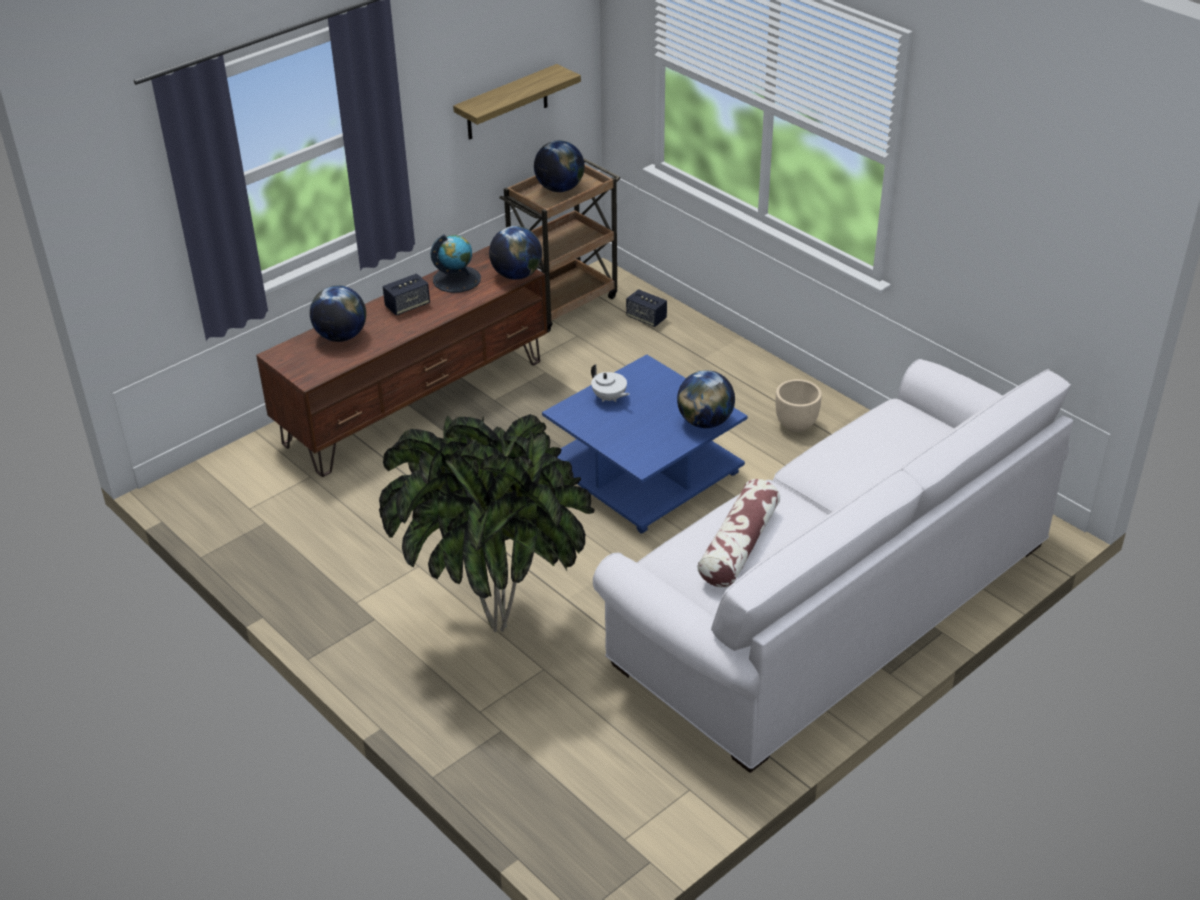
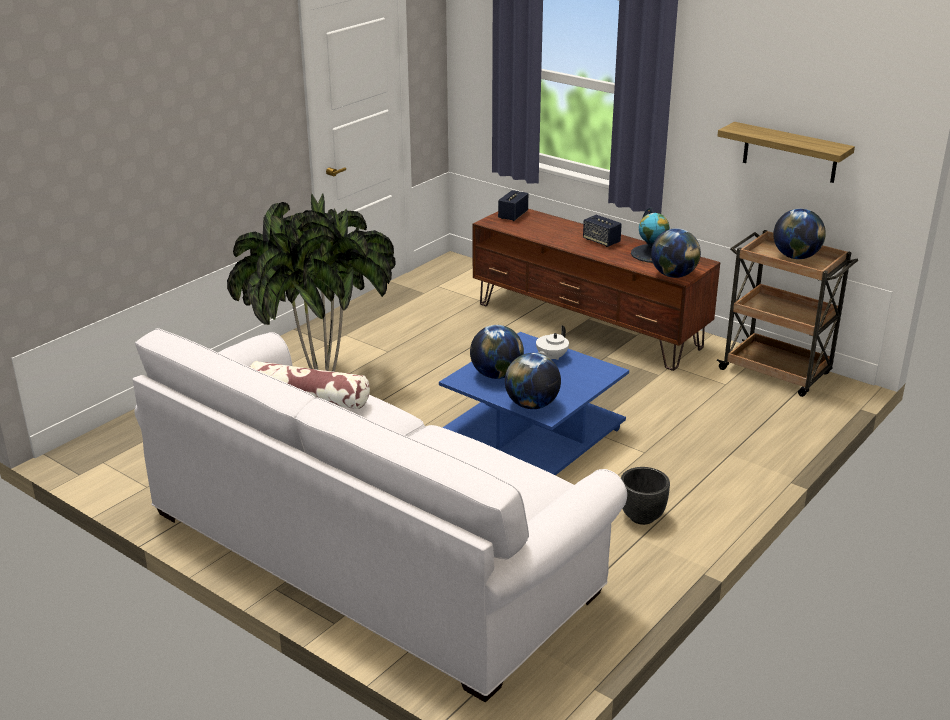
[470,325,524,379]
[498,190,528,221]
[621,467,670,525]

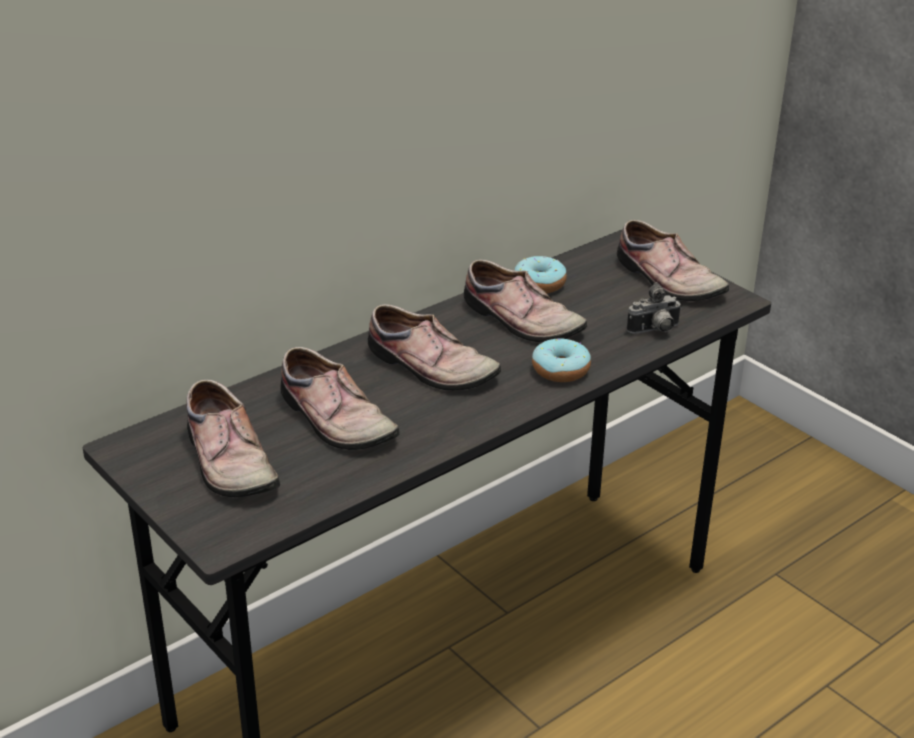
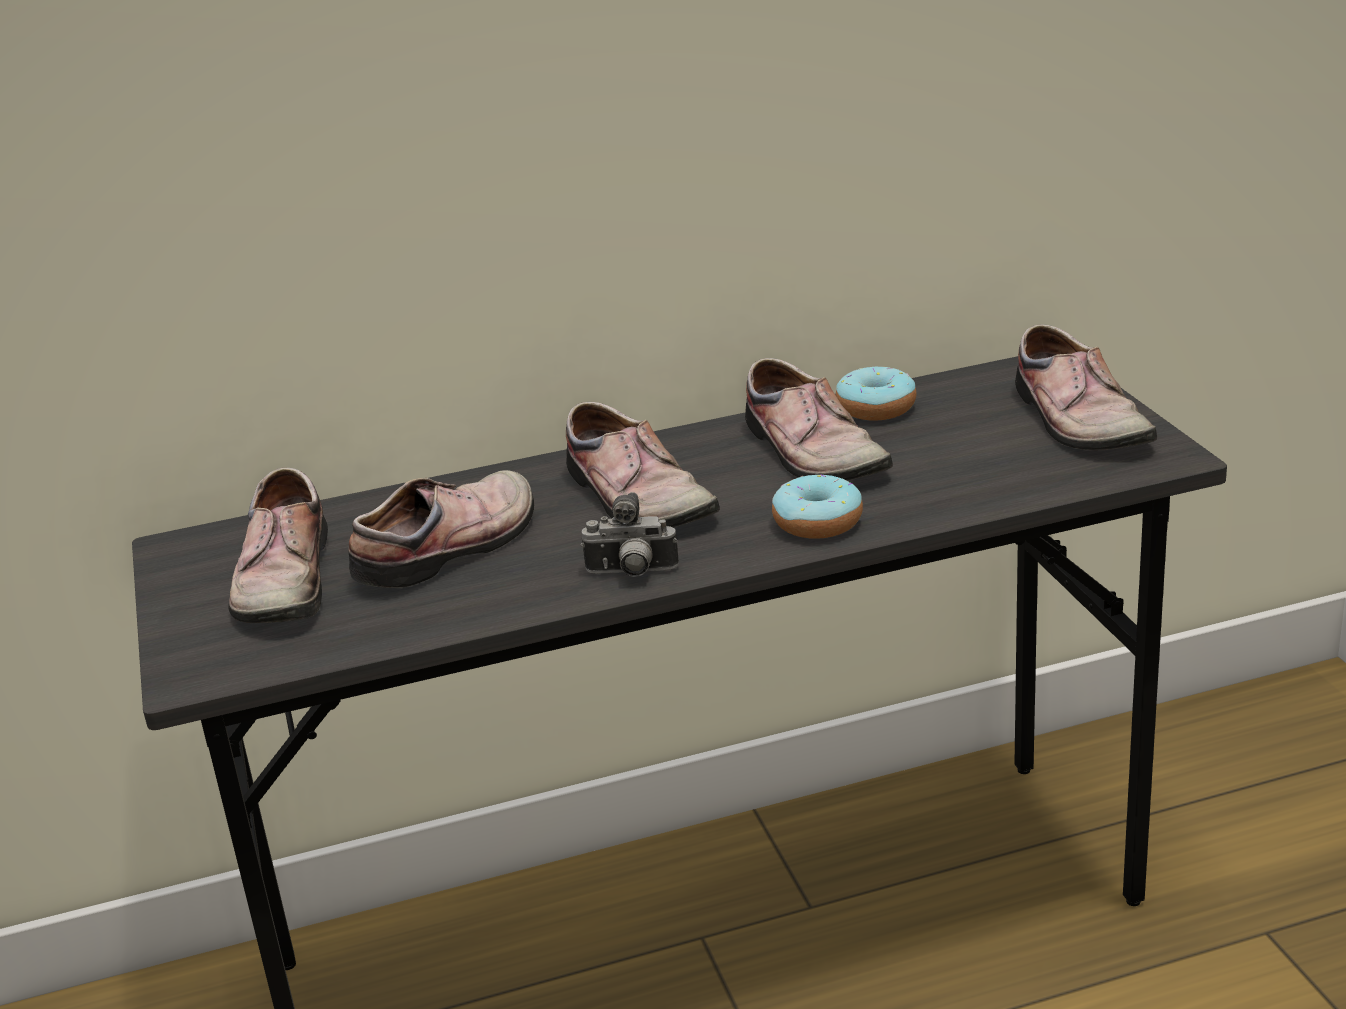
[581,492,679,577]
[348,470,534,588]

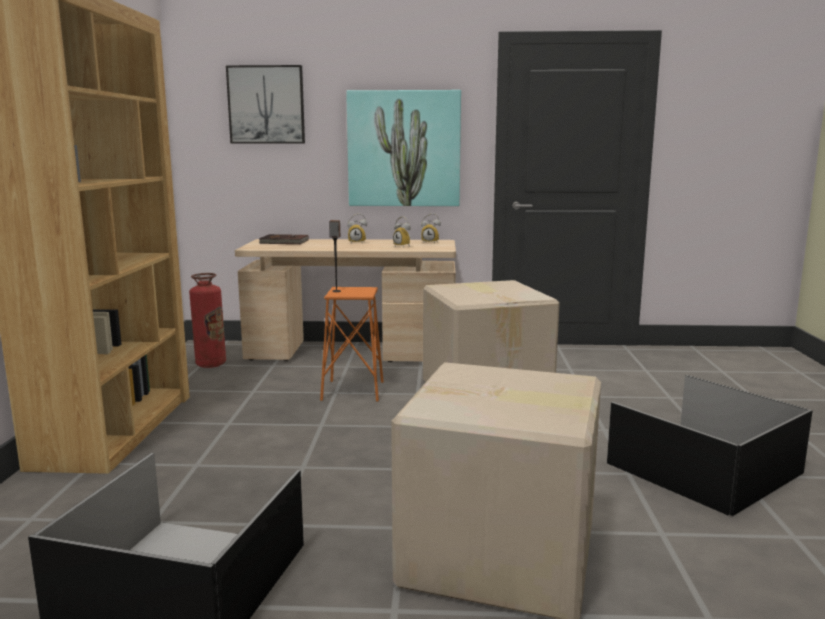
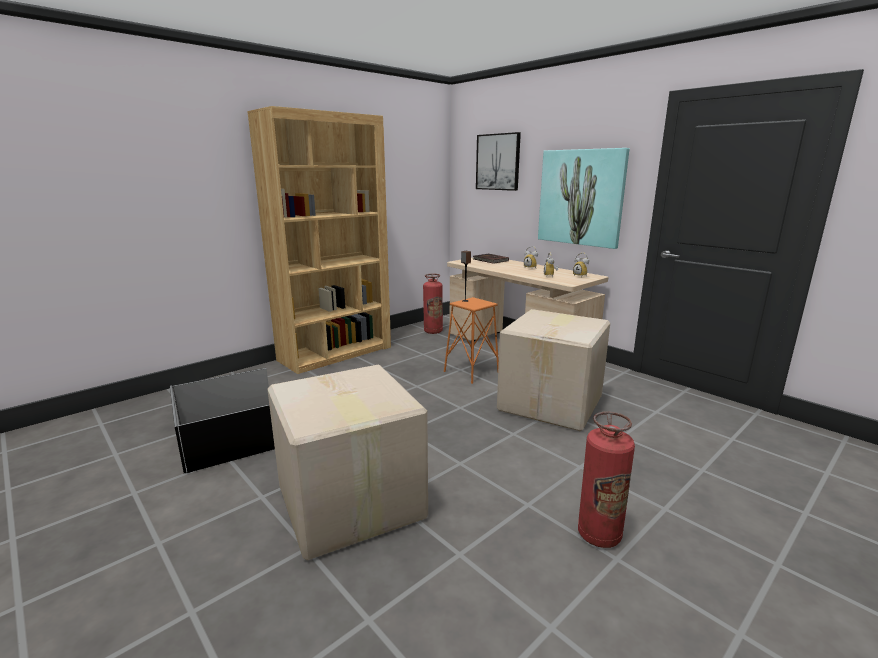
[578,411,635,548]

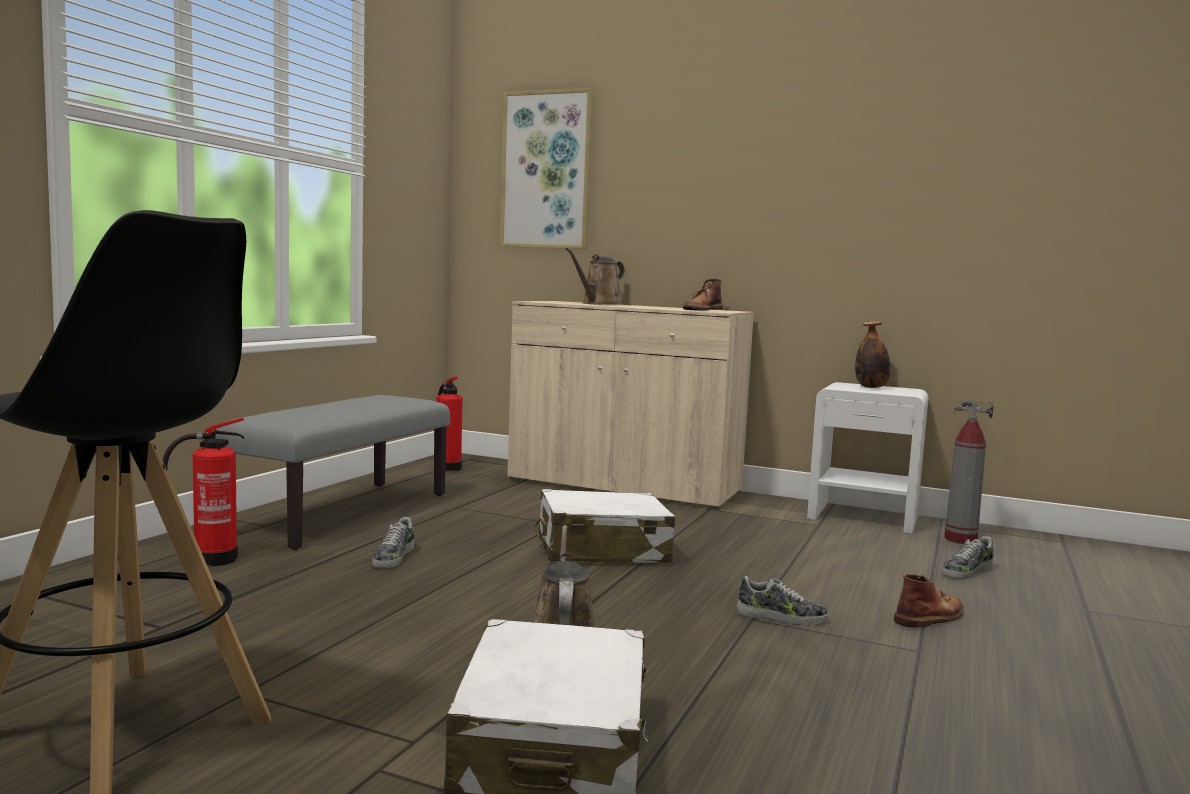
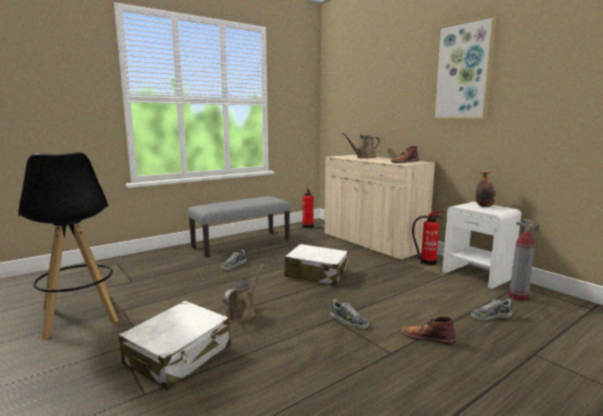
[412,211,444,266]
[432,14,496,119]
[401,316,456,345]

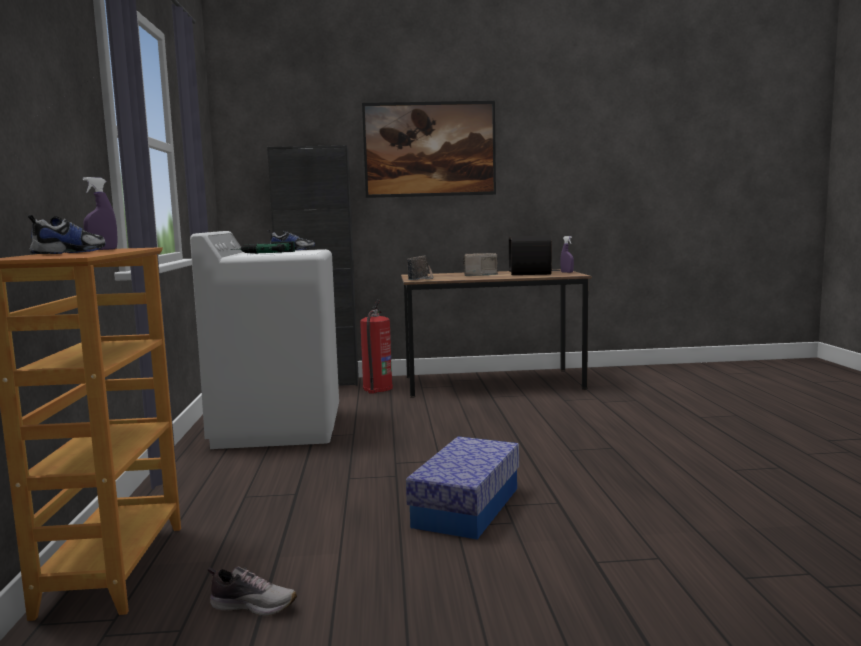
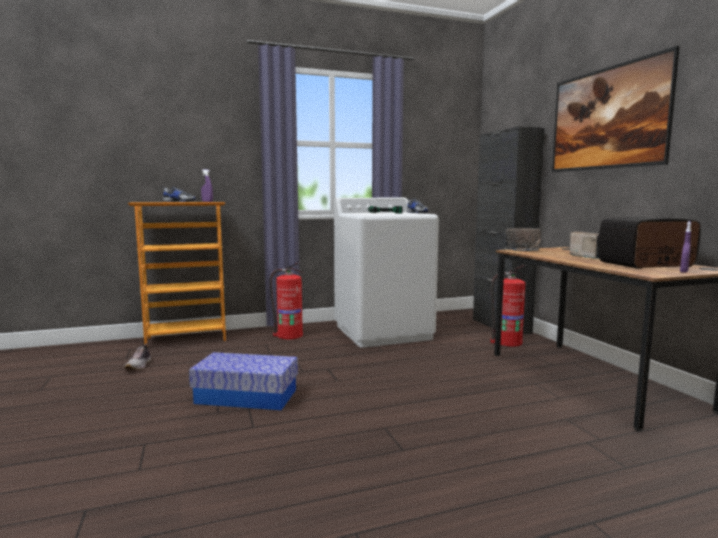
[270,262,305,339]

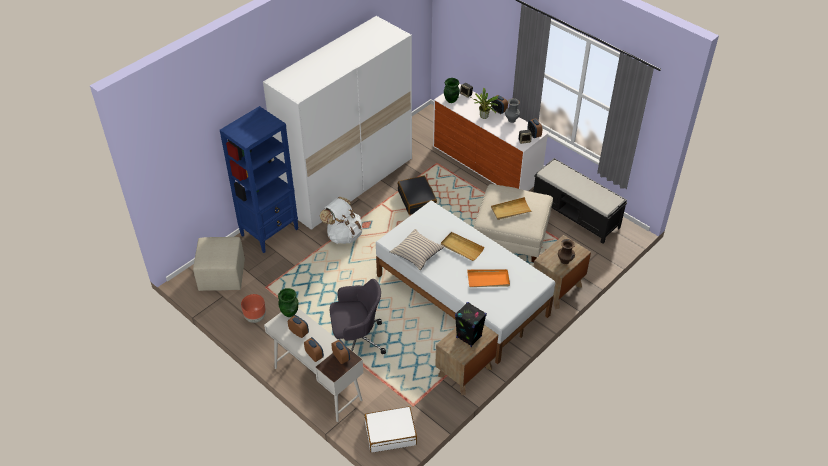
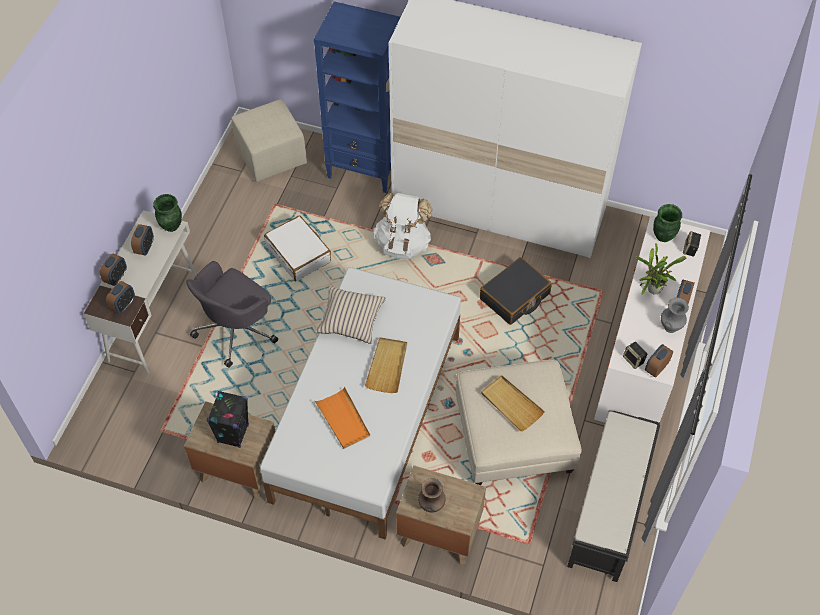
[241,294,266,323] (first image)
[264,215,331,281]
[186,261,278,368]

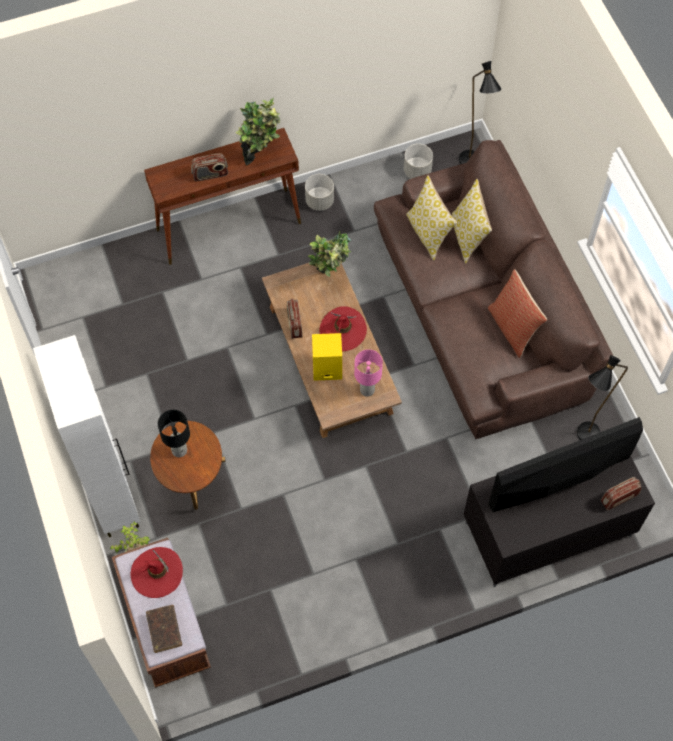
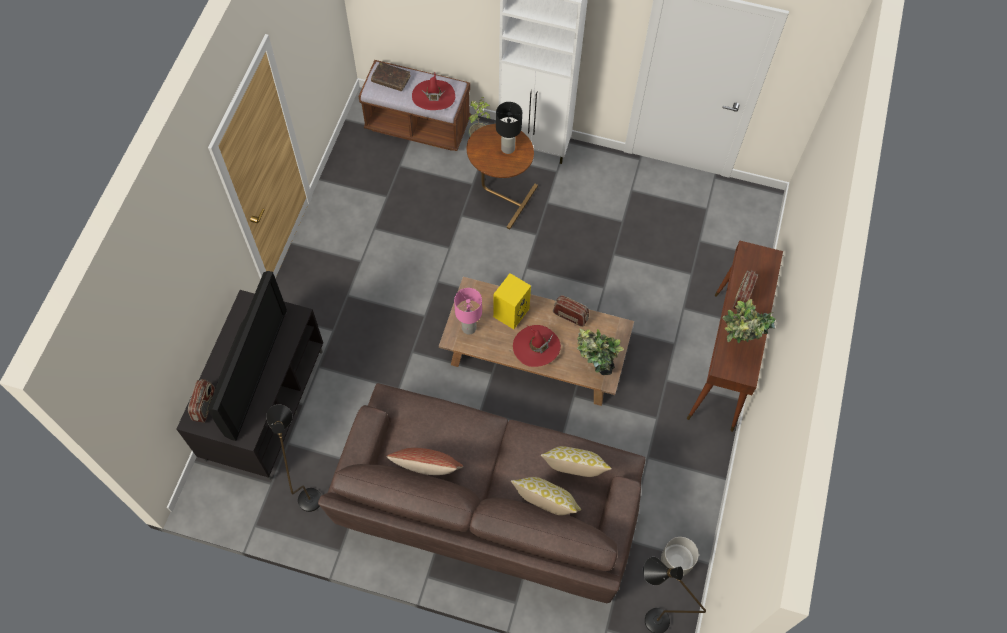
[305,174,334,211] (first image)

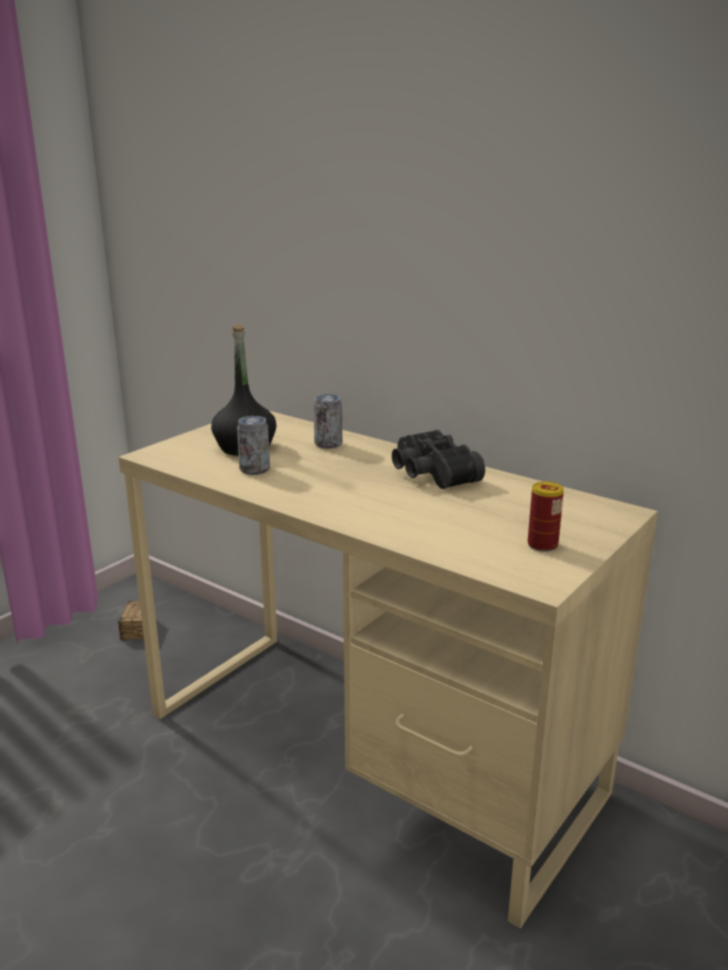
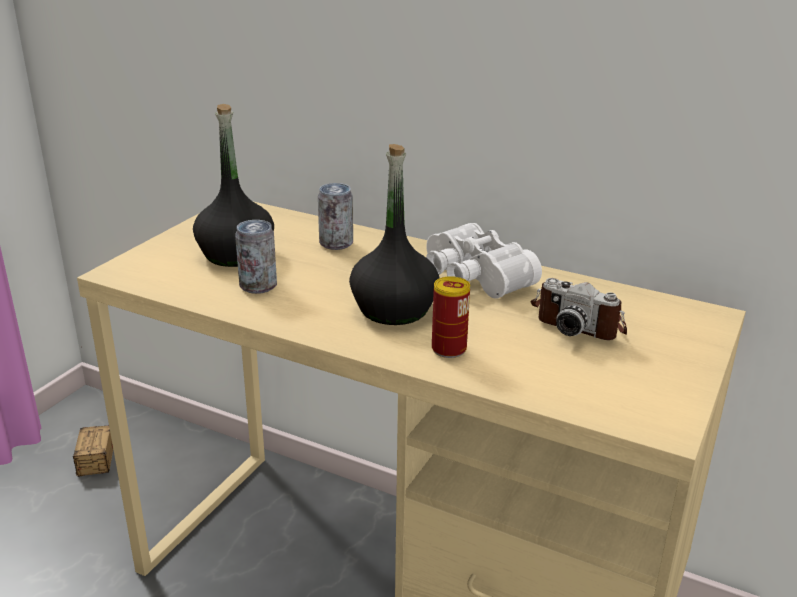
[349,144,439,325]
[531,278,627,340]
[432,276,470,358]
[426,223,542,299]

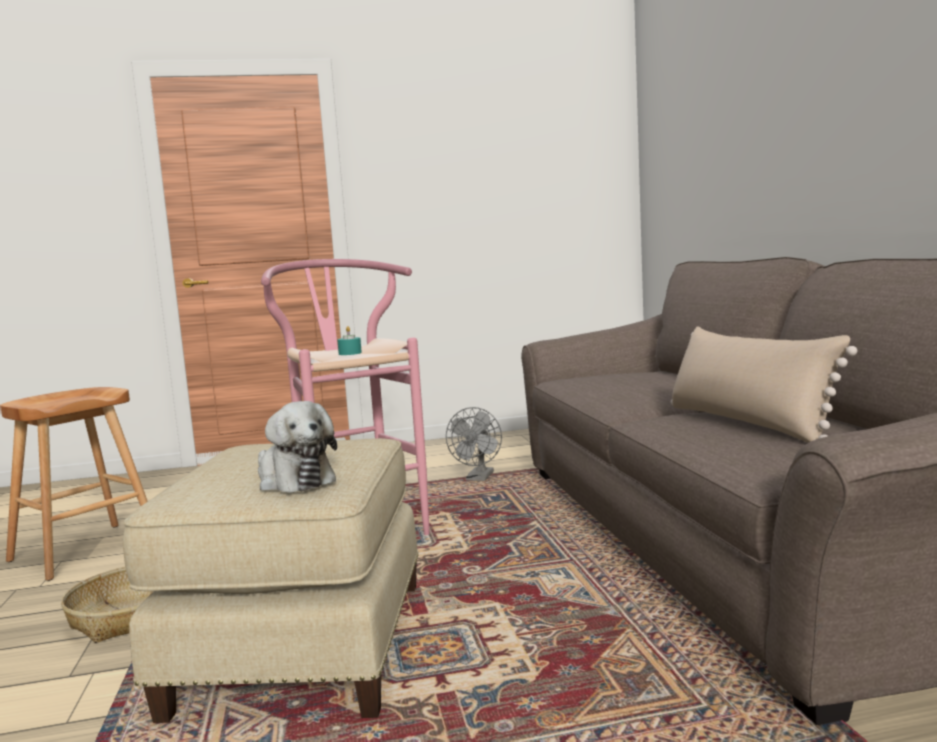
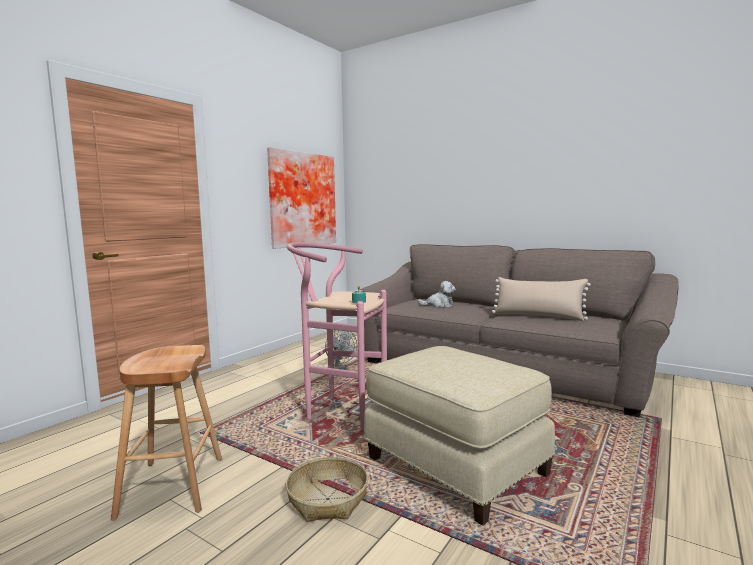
[267,147,336,249]
[418,281,456,308]

